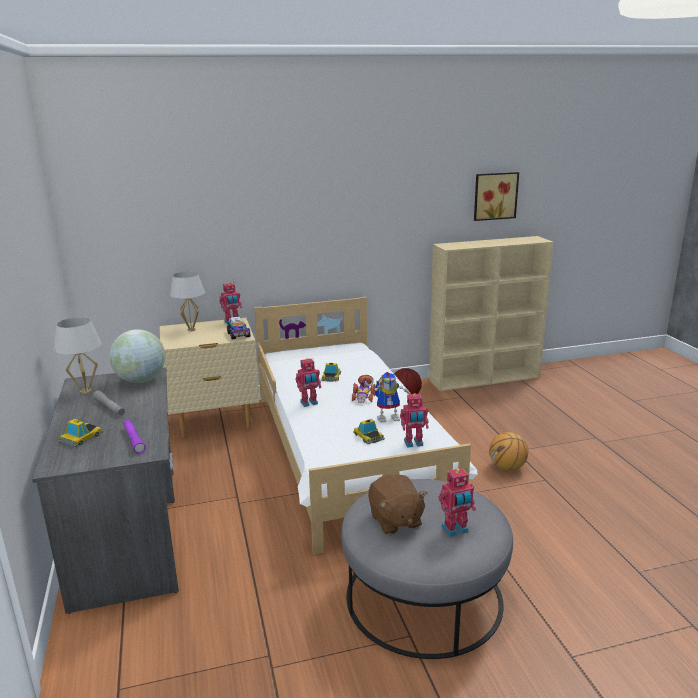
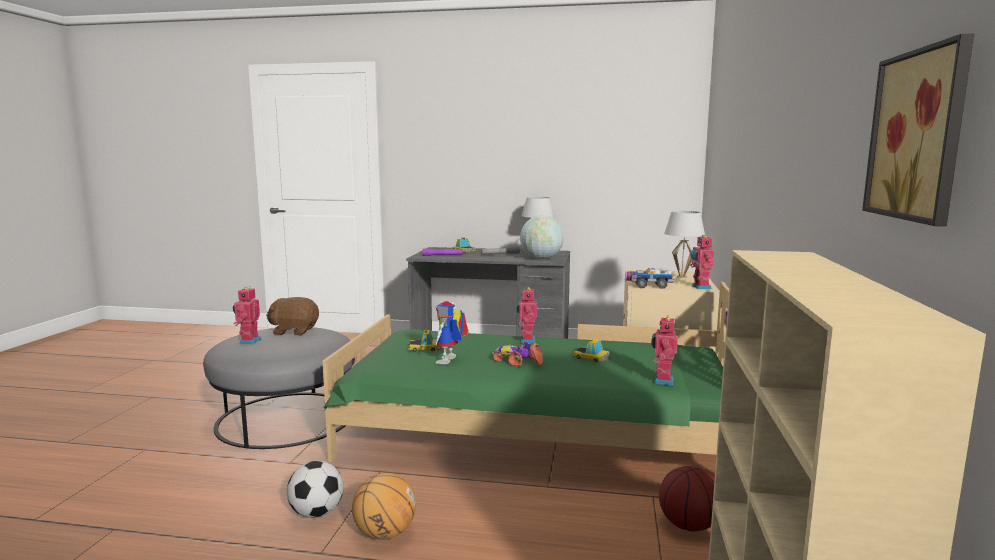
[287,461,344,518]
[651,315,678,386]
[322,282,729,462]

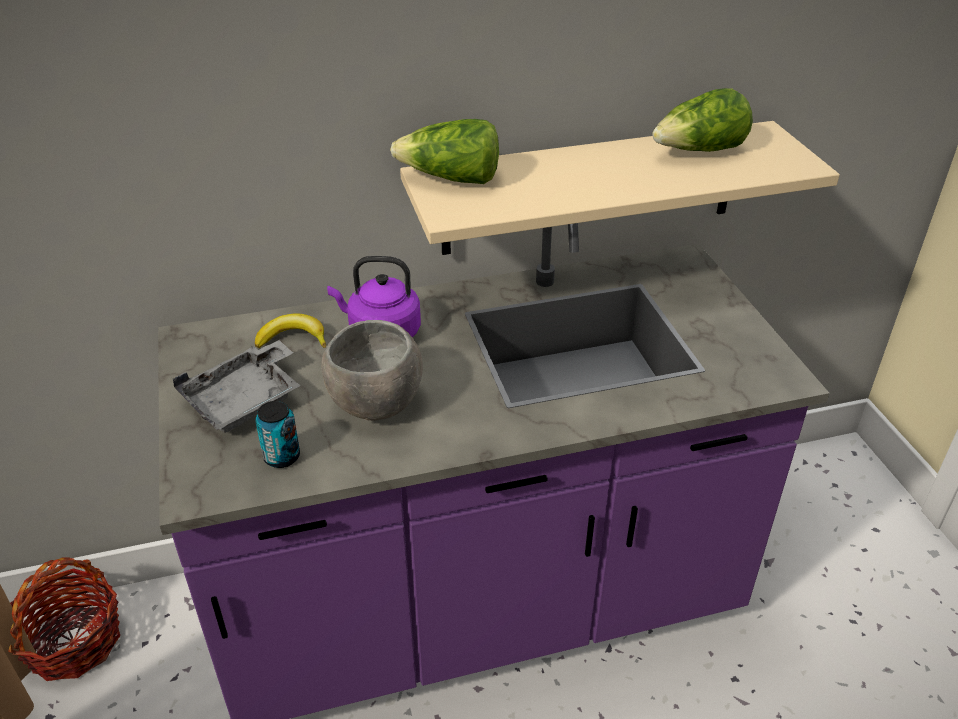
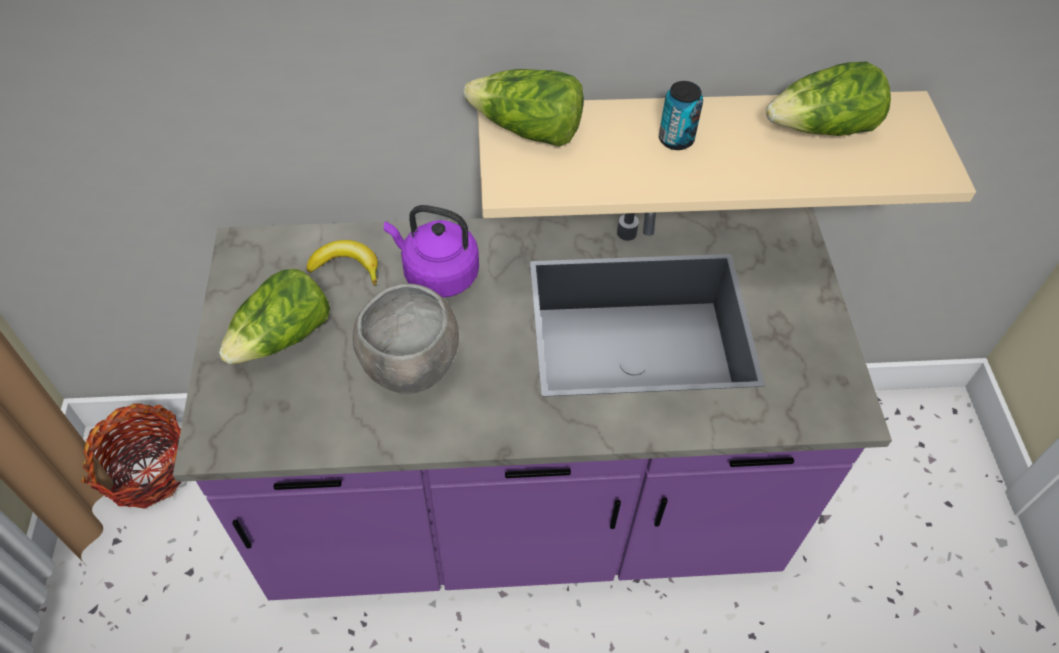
[659,81,703,150]
[219,269,330,364]

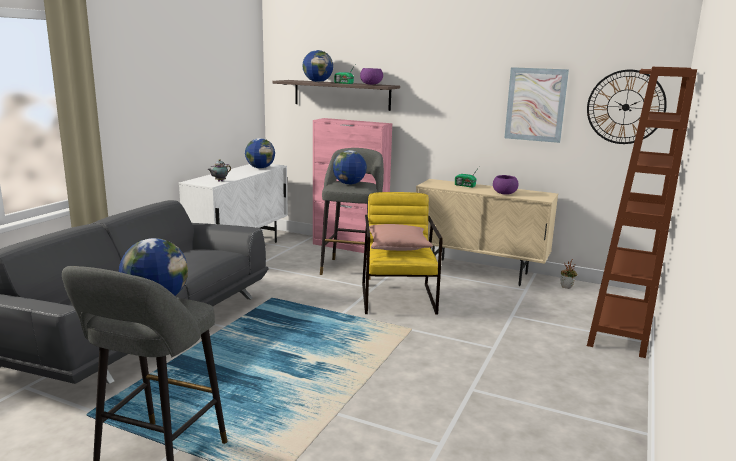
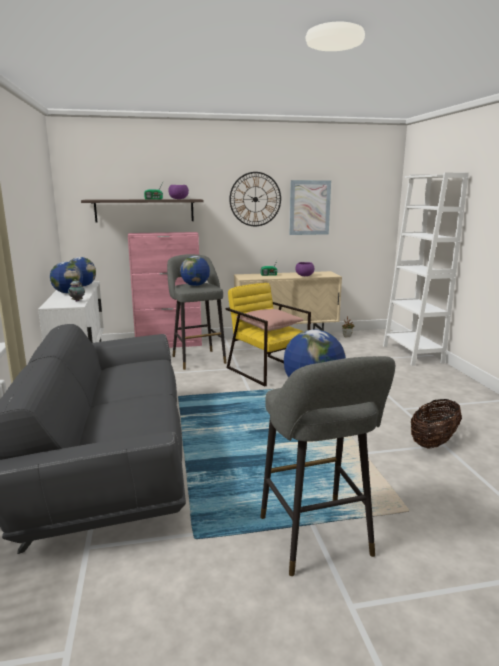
[411,399,462,449]
[50,262,83,293]
[229,172,281,226]
[383,173,469,366]

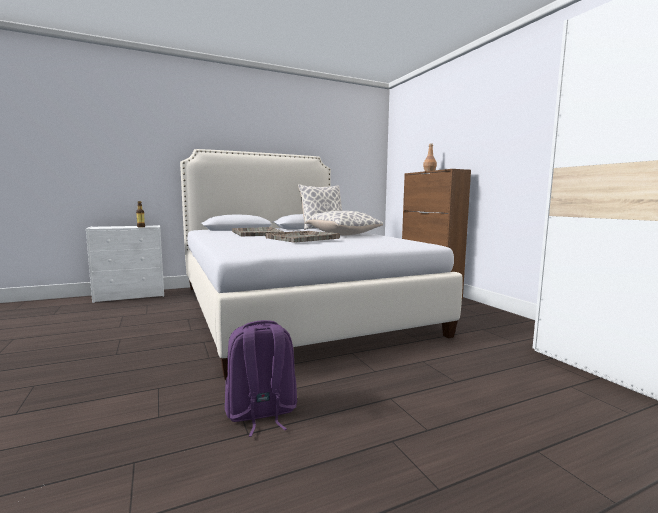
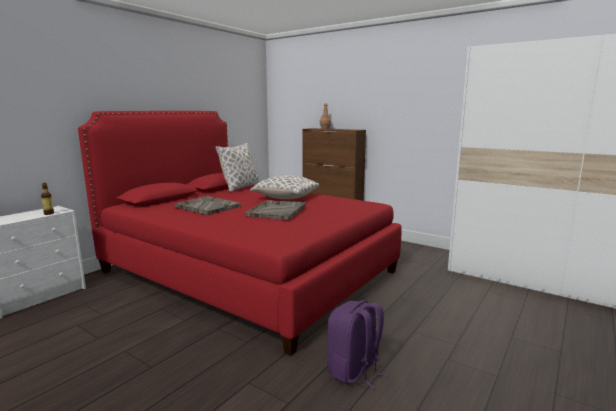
[78,111,402,356]

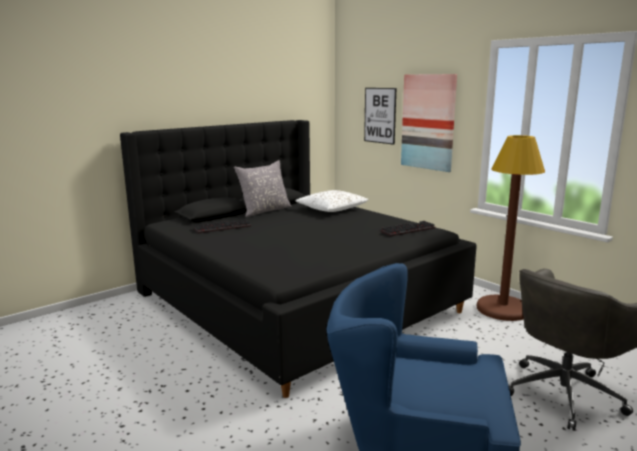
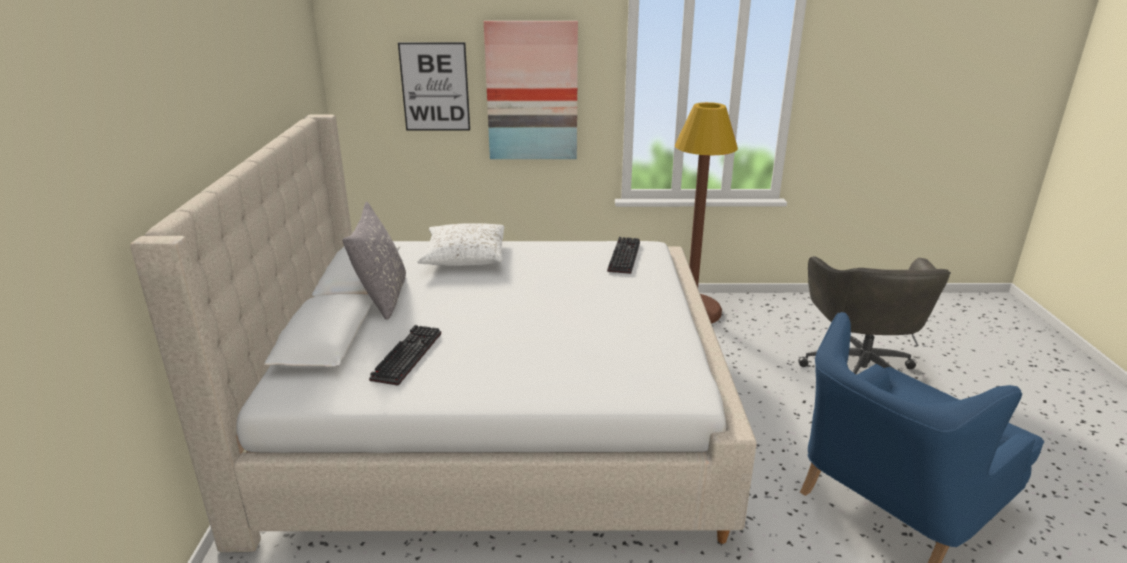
[130,114,757,552]

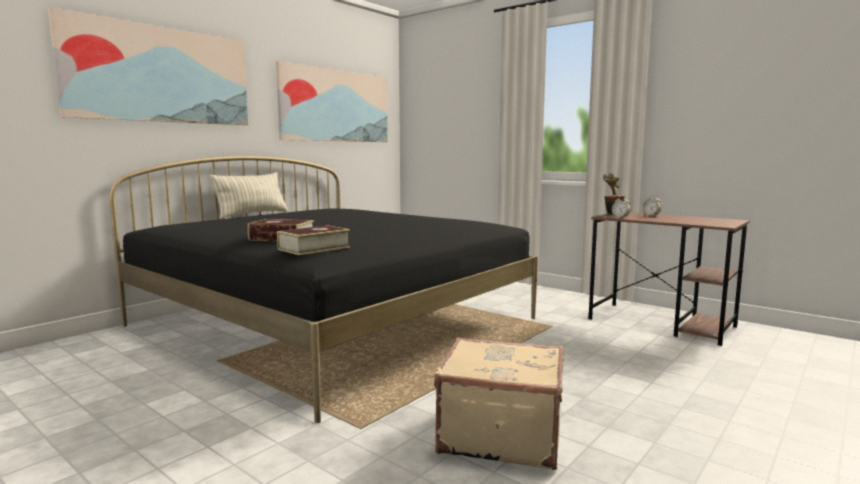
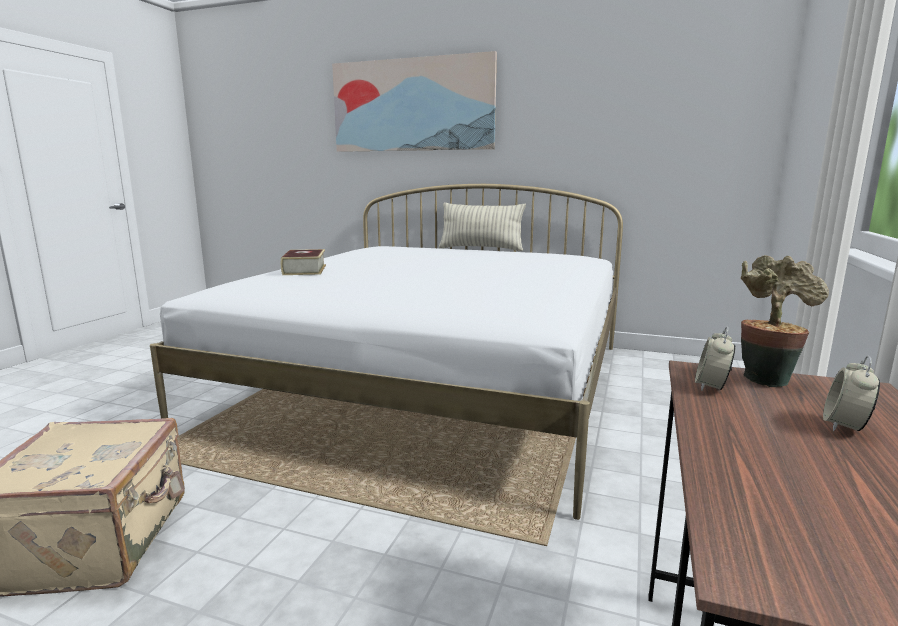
[276,61,388,142] (first image)
[277,225,351,255] (first image)
[150,184,623,520]

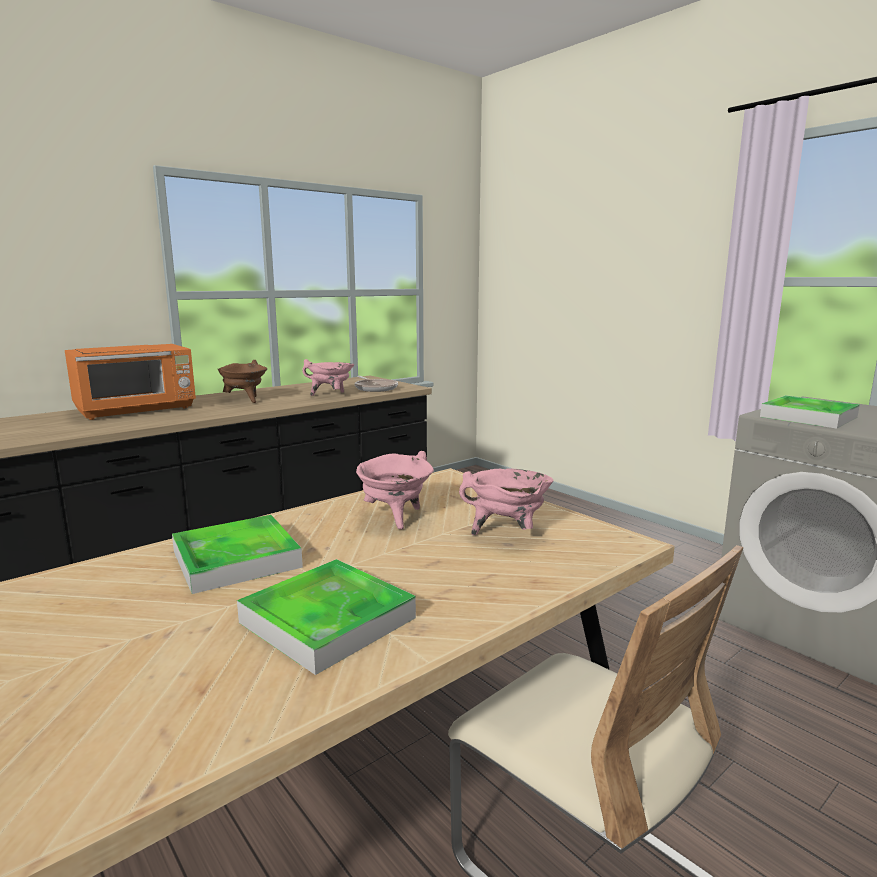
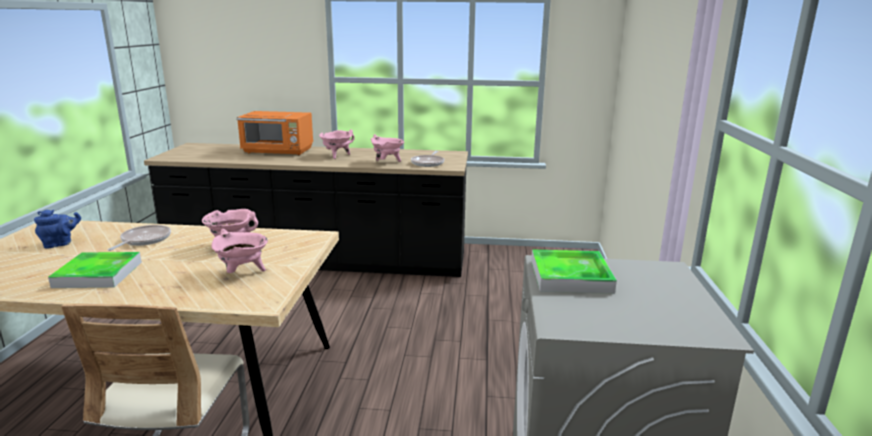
[34,210,81,248]
[107,225,171,251]
[319,129,355,159]

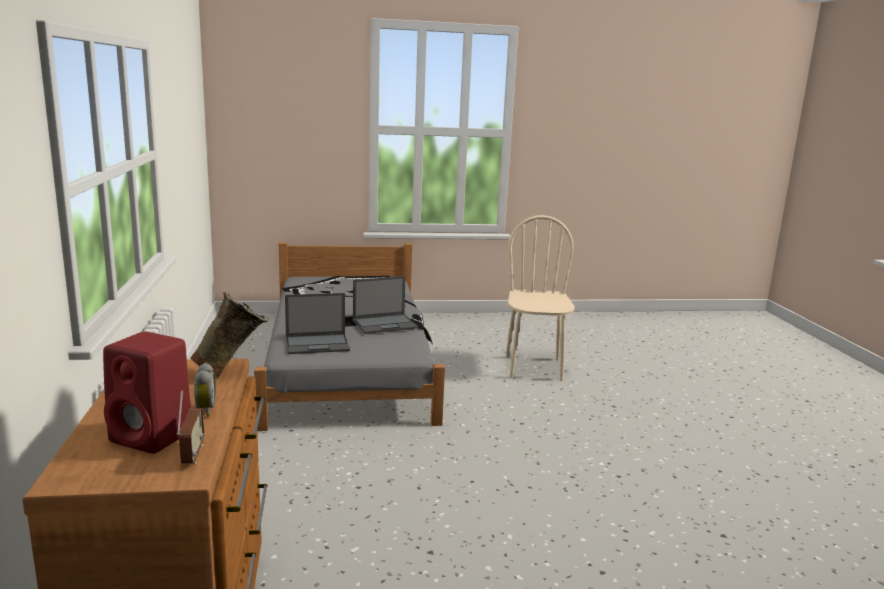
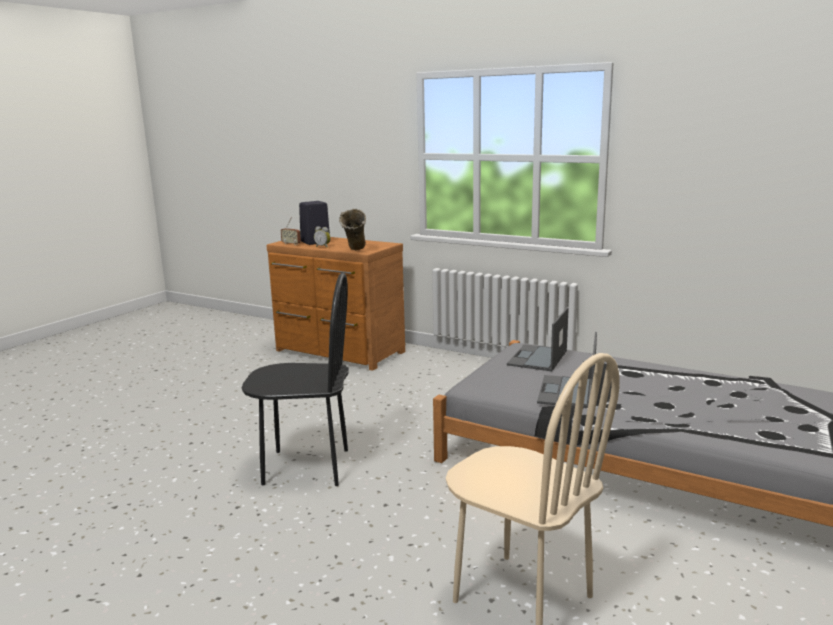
[242,273,349,486]
[299,201,330,245]

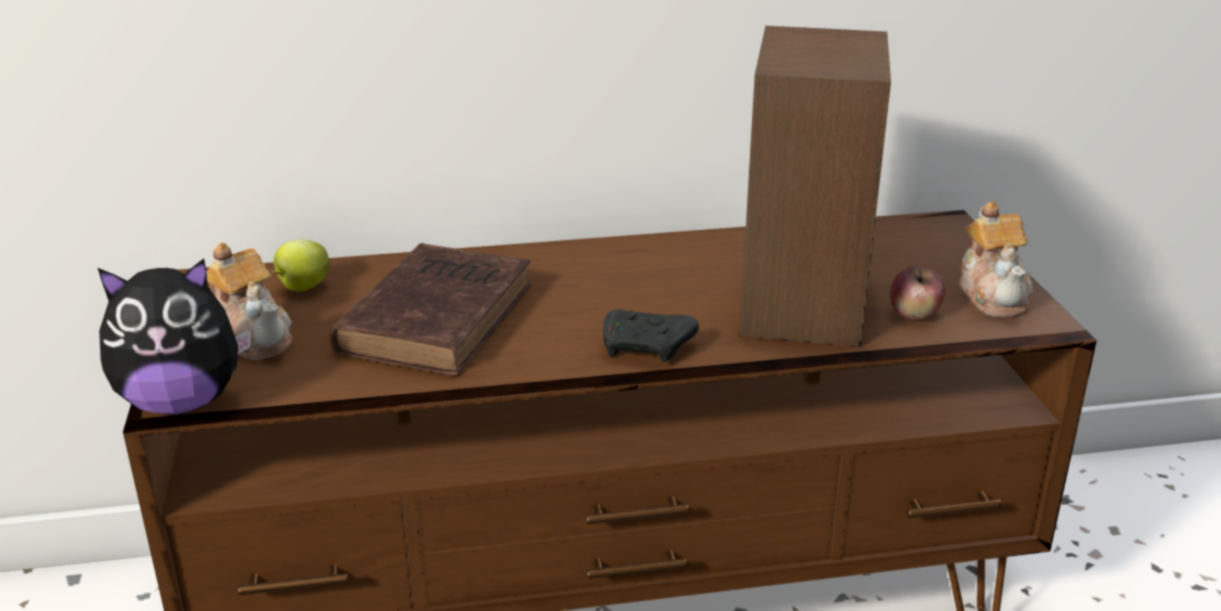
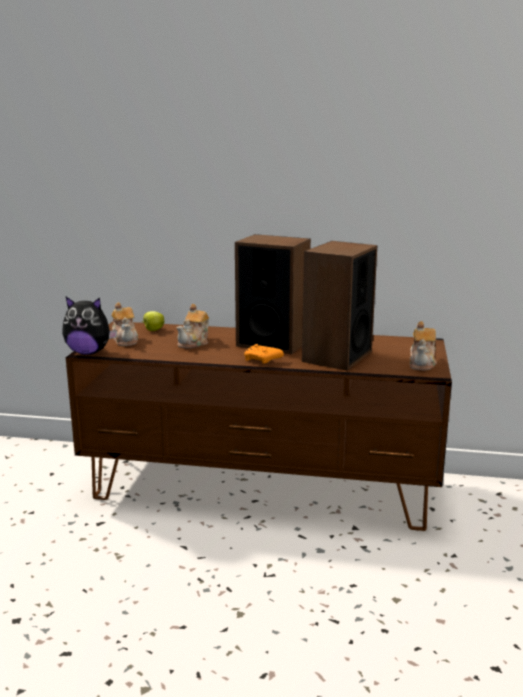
[890,265,946,320] (first image)
[235,234,311,354]
[176,304,209,349]
[244,344,284,364]

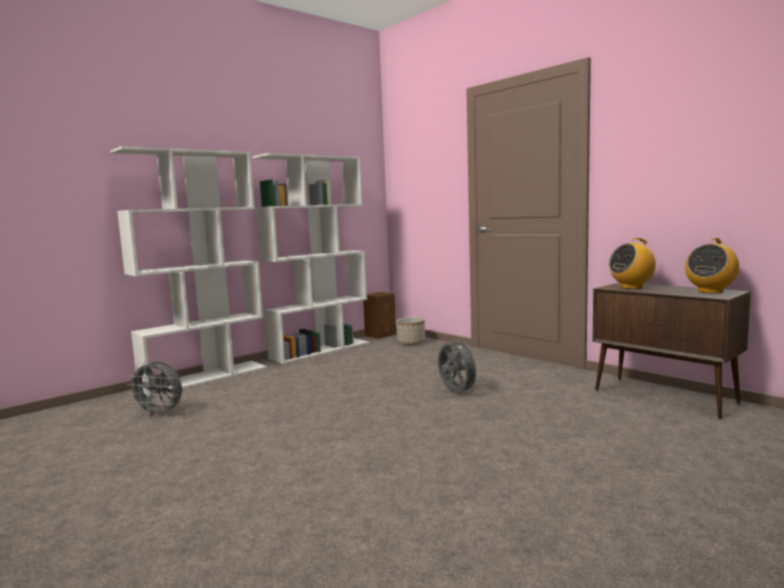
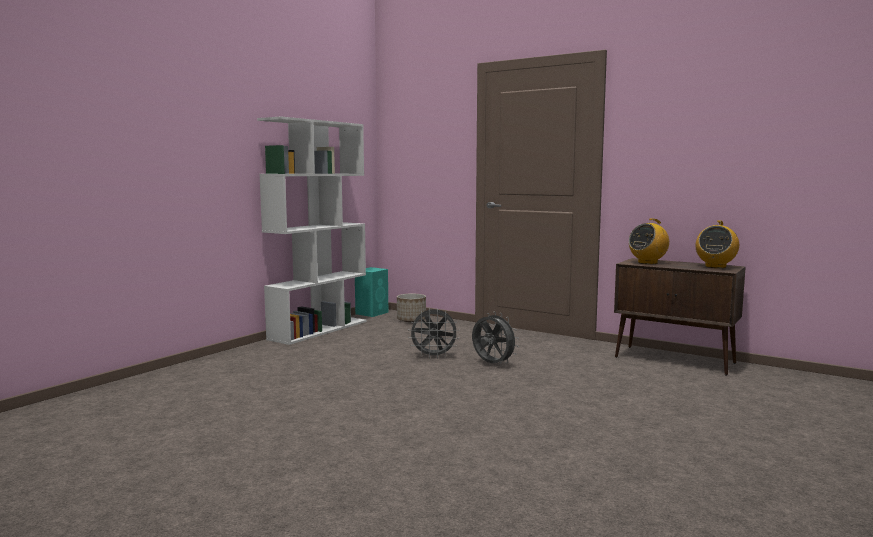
[110,146,267,397] (first image)
[408,308,459,359]
[355,267,388,317]

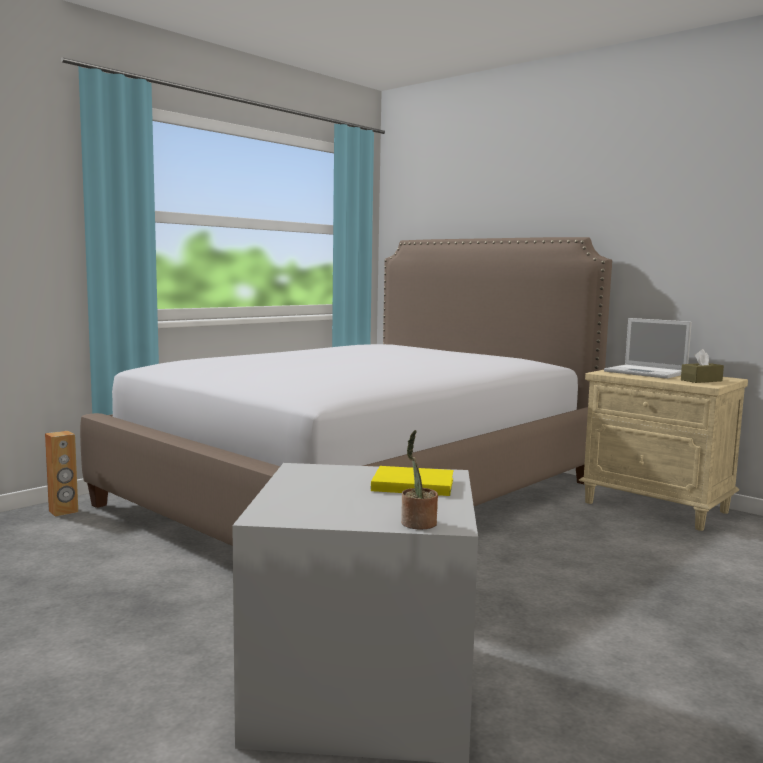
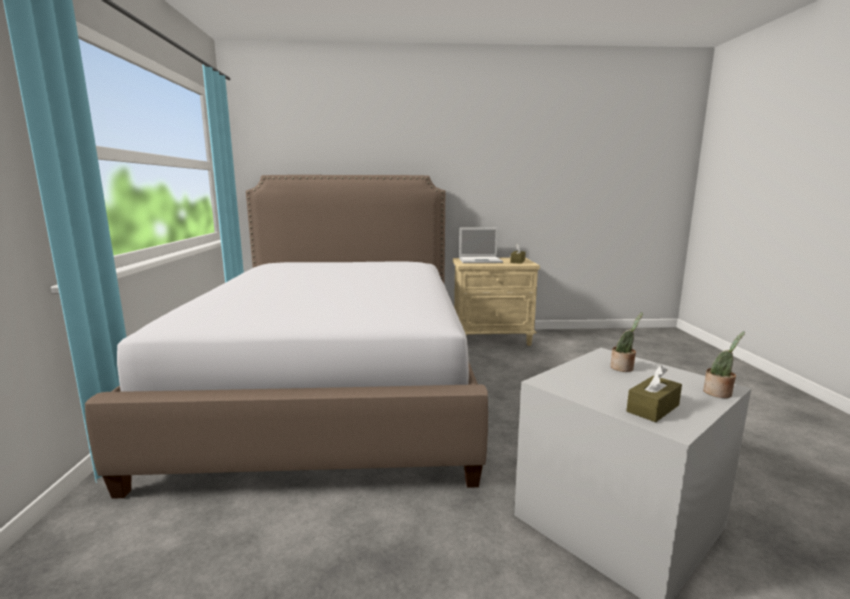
[45,431,78,517] (first image)
[627,366,682,422]
[611,312,643,372]

